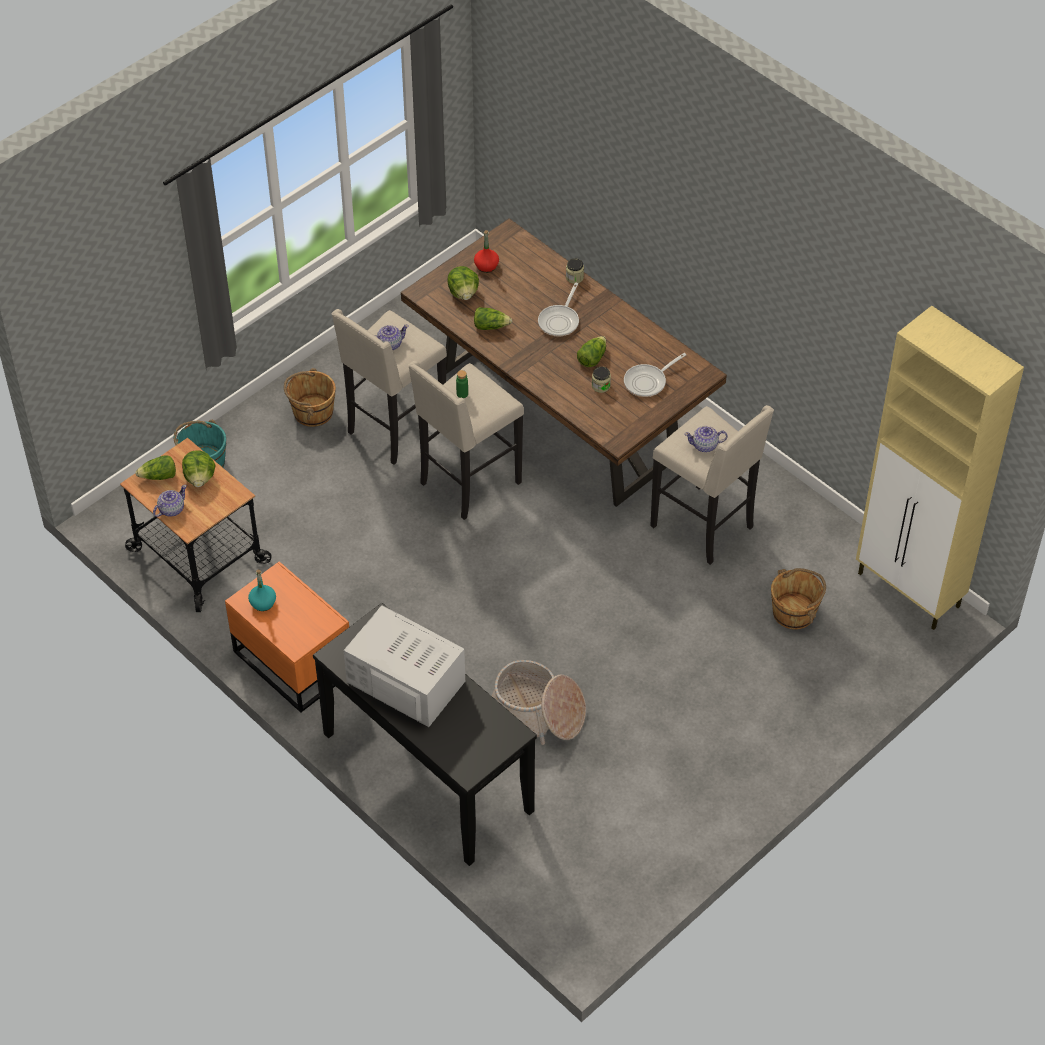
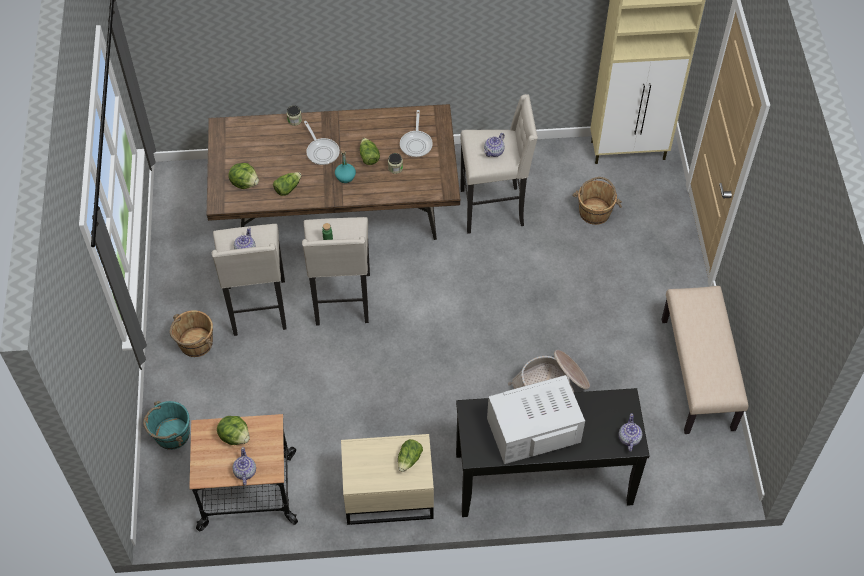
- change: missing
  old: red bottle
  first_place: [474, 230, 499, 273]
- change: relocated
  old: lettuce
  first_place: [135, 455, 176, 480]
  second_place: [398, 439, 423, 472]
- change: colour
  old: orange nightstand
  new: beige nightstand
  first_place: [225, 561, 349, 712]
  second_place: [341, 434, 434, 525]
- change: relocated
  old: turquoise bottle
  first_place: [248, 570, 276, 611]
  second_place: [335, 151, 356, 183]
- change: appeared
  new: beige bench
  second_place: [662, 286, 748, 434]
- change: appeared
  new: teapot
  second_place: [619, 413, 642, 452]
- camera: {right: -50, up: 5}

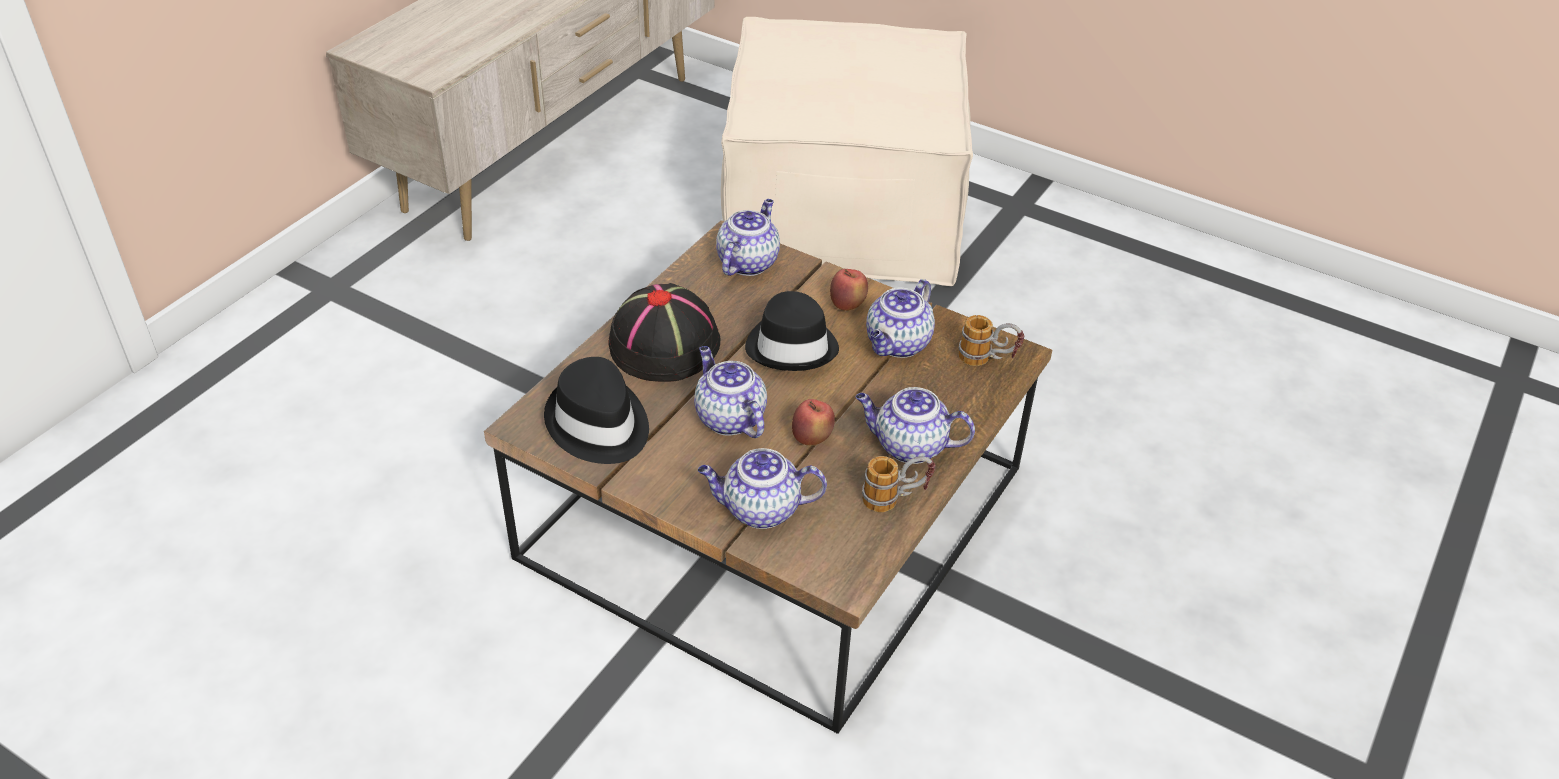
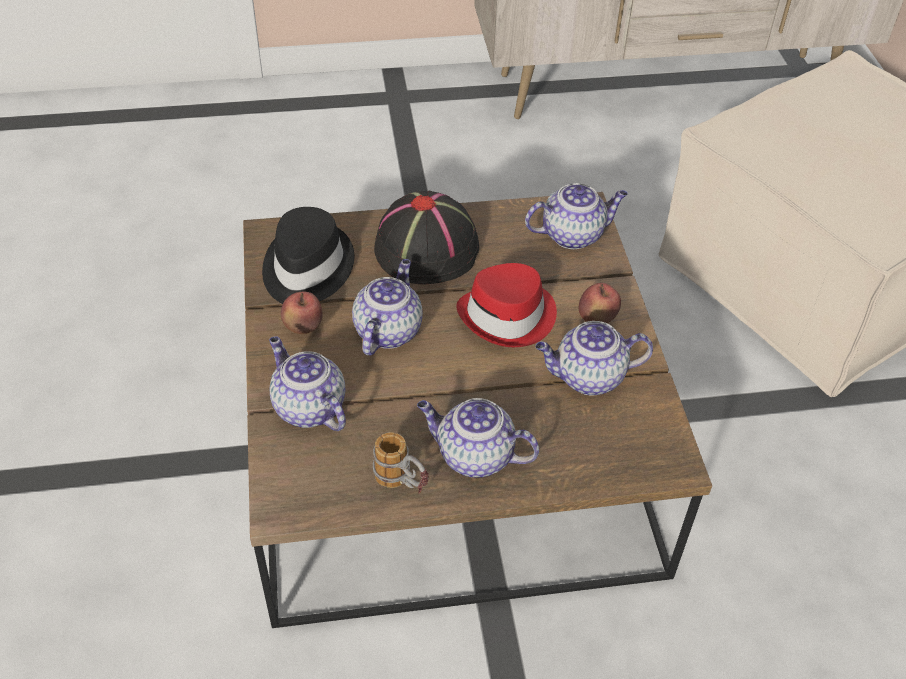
- change: colour
  old: black hat
  new: red hat
  first_place: [745, 291, 839, 371]
  second_place: [456, 263, 557, 347]
- change: missing
  old: mug
  first_place: [958, 315, 1024, 366]
- change: spun
  old: teapot
  first_place: [856, 387, 975, 464]
  second_place: [417, 398, 539, 477]
  degrees: -45
- change: relocated
  old: apple
  first_place: [792, 399, 835, 445]
  second_place: [281, 291, 323, 334]
- camera: {right: 50, up: 5}

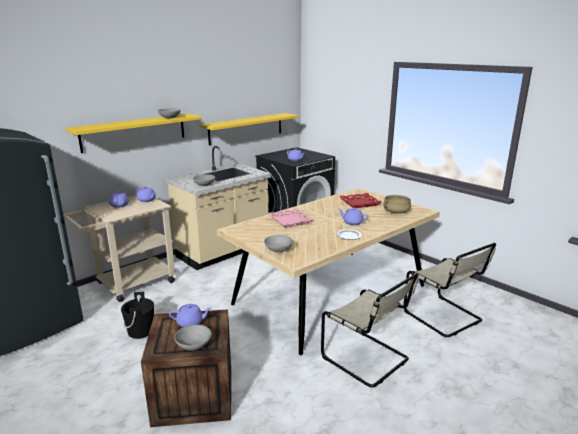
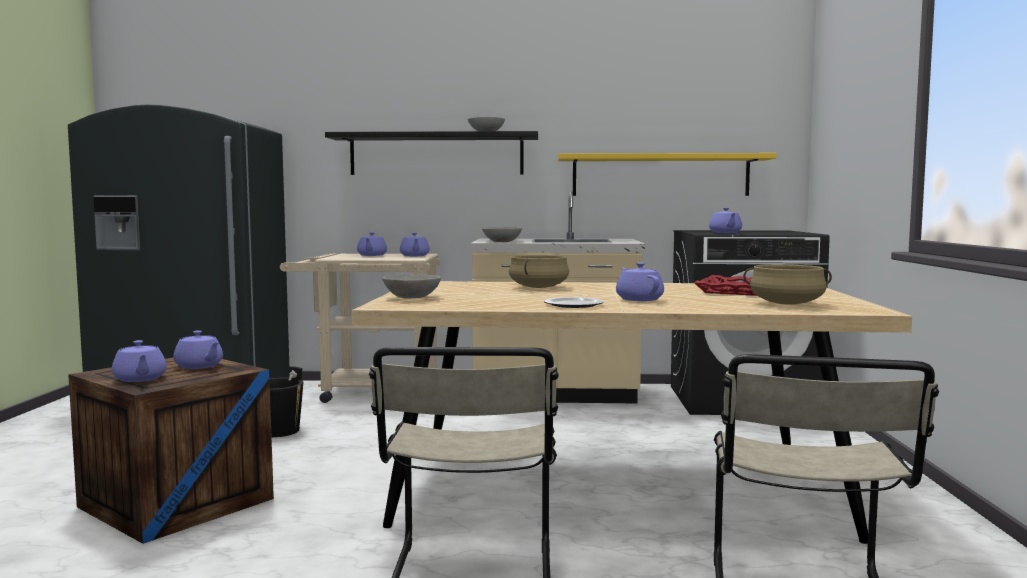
- change: colour
  old: yellow shelf
  new: black shelf
  first_place: [66, 114, 202, 153]
  second_place: [325, 131, 538, 175]
- change: exchanged
  old: pink tray
  new: beige cooking pot
  first_place: [268, 208, 314, 228]
  second_place: [509, 255, 569, 288]
- change: exchanged
  old: grey bowl
  new: purple teapot
  first_place: [174, 325, 212, 350]
  second_place: [112, 340, 167, 382]
- camera: {right: 45, up: -15}

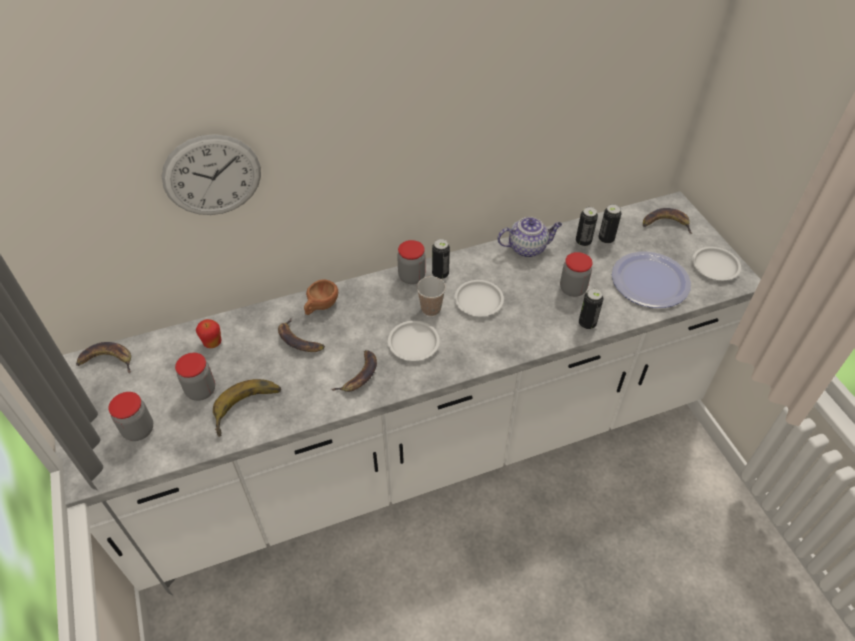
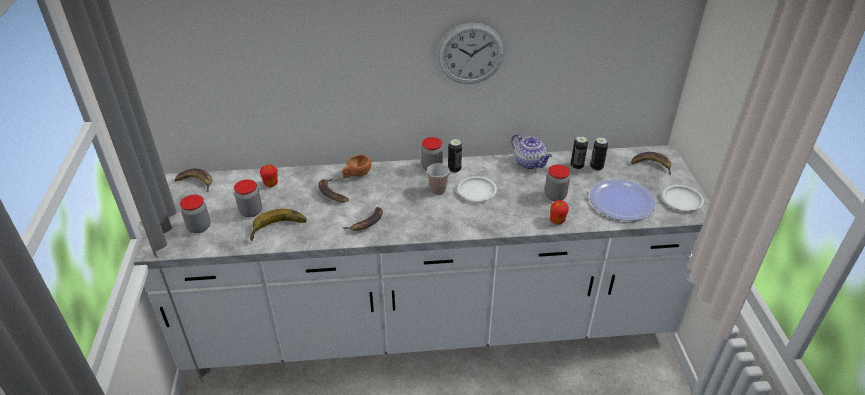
- change: relocated
  old: wall clock
  first_place: [161, 134, 261, 215]
  second_place: [438, 23, 504, 84]
- change: spun
  old: teapot
  first_place: [497, 217, 562, 257]
  second_place: [511, 134, 552, 169]
  degrees: 45
- change: exchanged
  old: can
  new: apple
  first_place: [579, 288, 604, 330]
  second_place: [550, 200, 569, 224]
- change: missing
  old: white plate
  first_place: [388, 321, 440, 361]
- camera: {right: 15, up: -10}

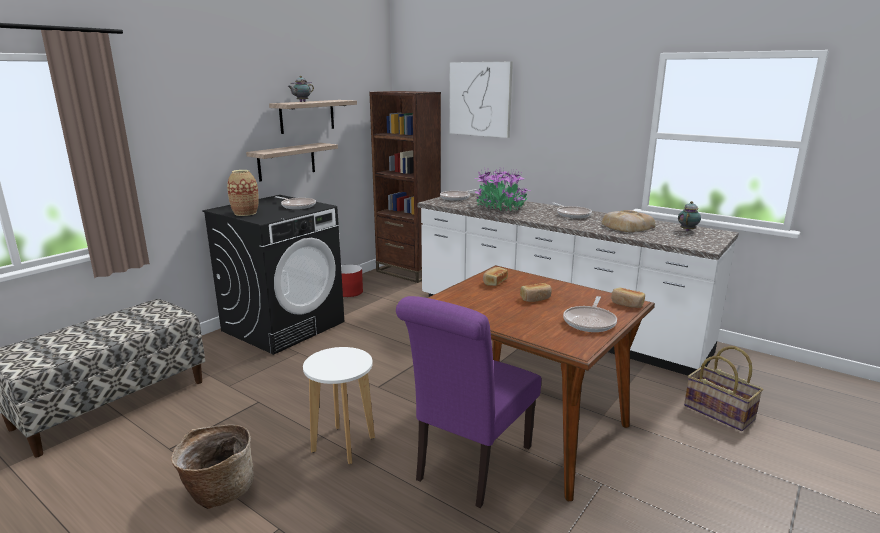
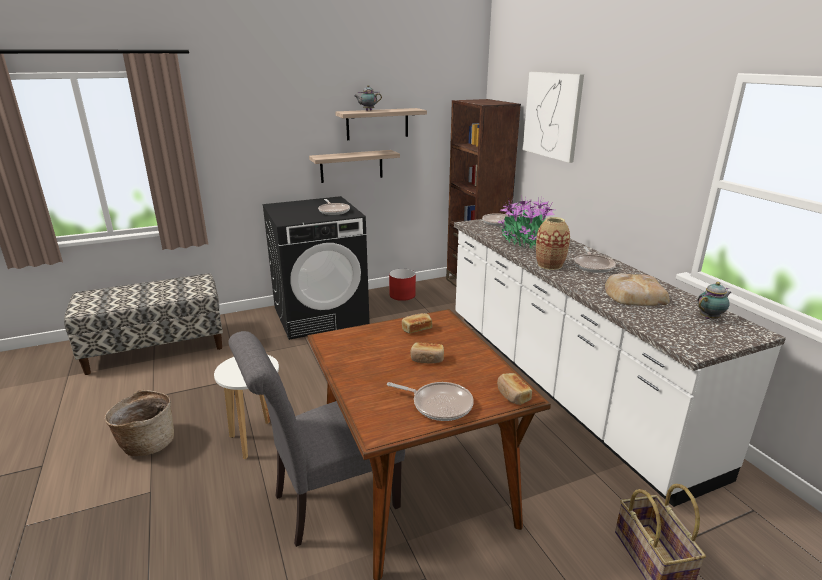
- change: relocated
  old: vase
  first_place: [227, 170, 259, 216]
  second_place: [536, 217, 570, 270]
- change: colour
  old: purple chair
  new: grey chair
  first_place: [396, 296, 541, 508]
  second_place: [228, 331, 405, 547]
- change: spun
  old: frying pan
  first_place: [563, 296, 617, 332]
  second_place: [387, 382, 474, 421]
  degrees: -120
- camera: {right: 30, up: 5}

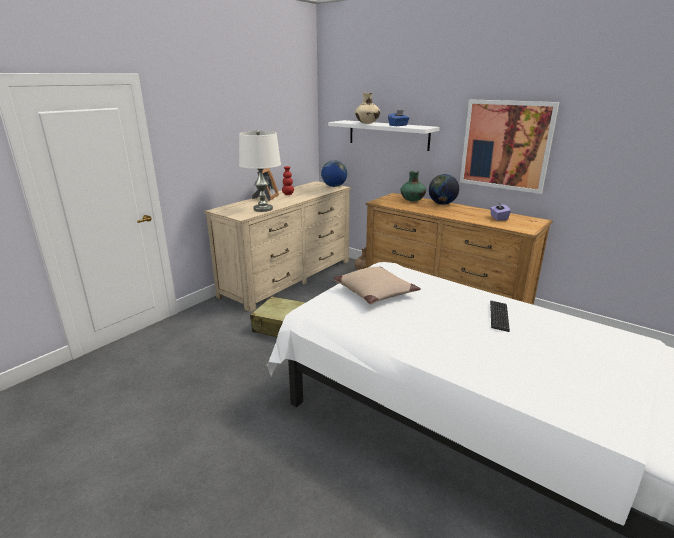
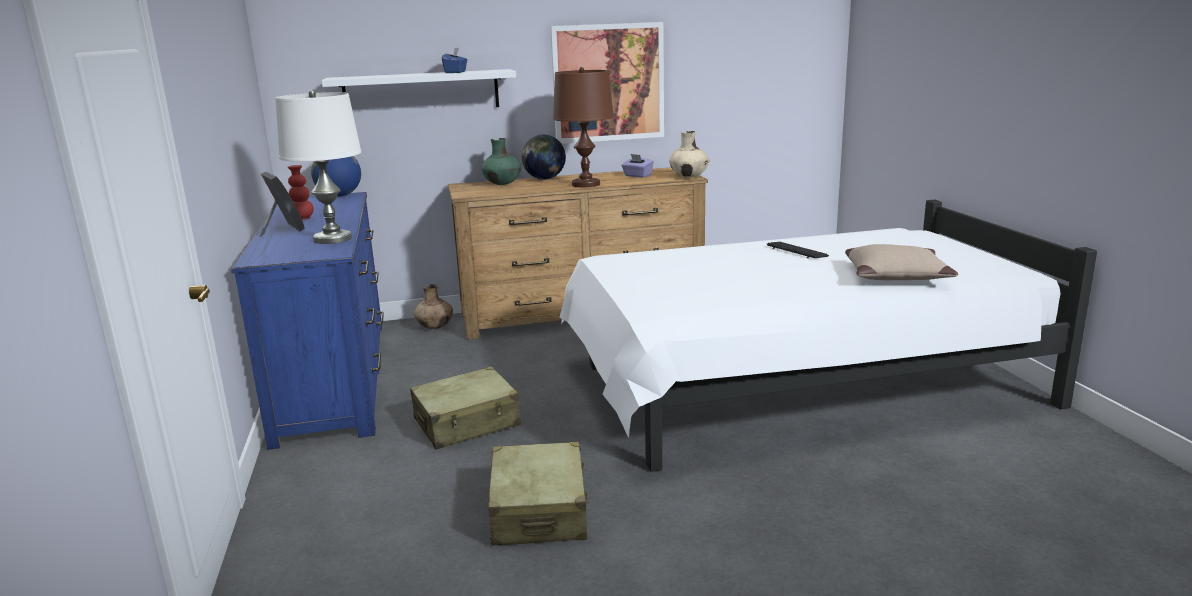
- change: relocated
  old: beige vase
  first_place: [355, 93, 380, 124]
  second_place: [669, 131, 709, 178]
- change: colour
  old: beige dresser
  new: blue dresser
  first_place: [204, 181, 351, 312]
  second_place: [231, 192, 384, 450]
- change: relocated
  old: beige pillow
  first_place: [333, 267, 421, 304]
  second_place: [845, 244, 958, 280]
- change: appeared
  new: brown table lamp
  second_place: [553, 67, 614, 187]
- change: appeared
  new: beige suitcase
  second_place: [488, 442, 590, 546]
- camera: {right: -50, up: -5}

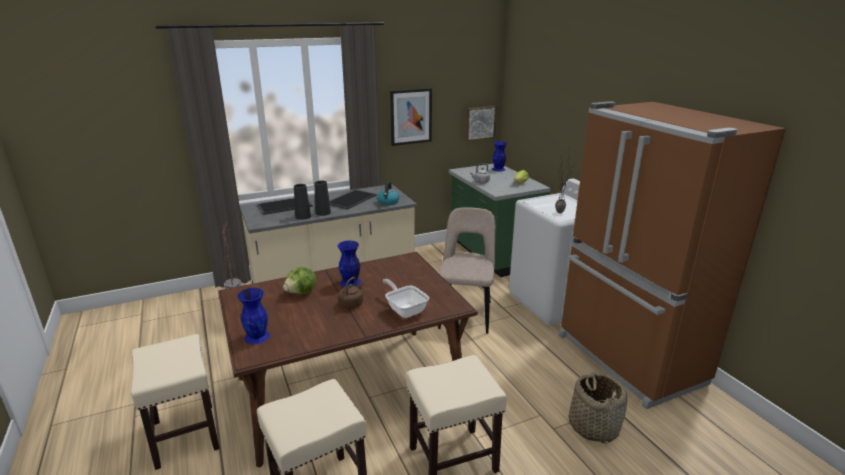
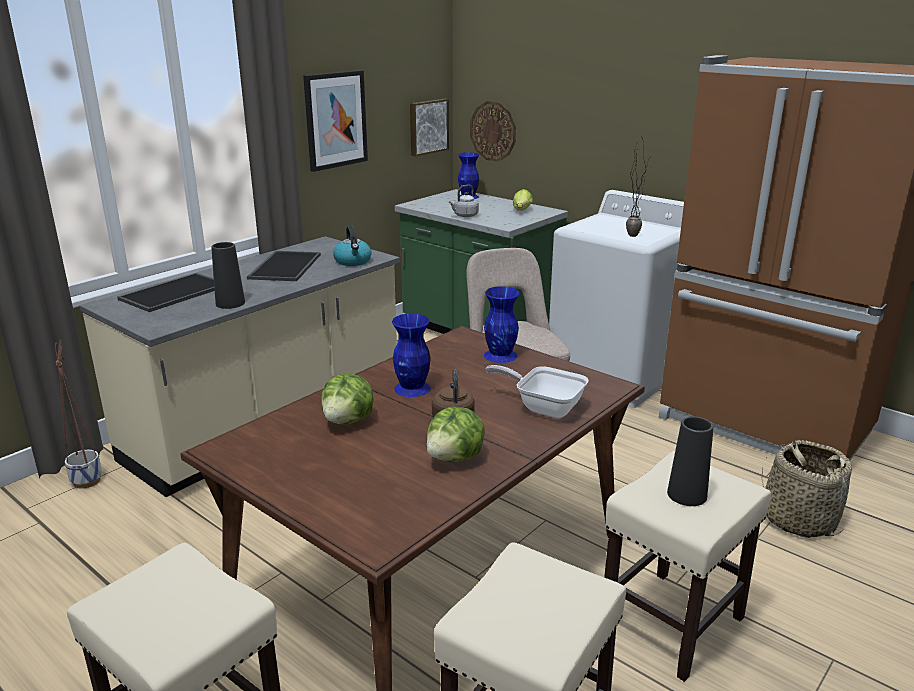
- change: relocated
  old: black vase
  first_place: [315, 181, 331, 216]
  second_place: [667, 417, 713, 506]
- change: relocated
  old: blue vase
  first_place: [237, 288, 270, 344]
  second_place: [484, 286, 519, 363]
- change: appeared
  new: wall clock
  second_place: [470, 101, 516, 162]
- change: appeared
  new: lettuce
  second_place: [426, 407, 485, 462]
- camera: {right: -25, up: 0}

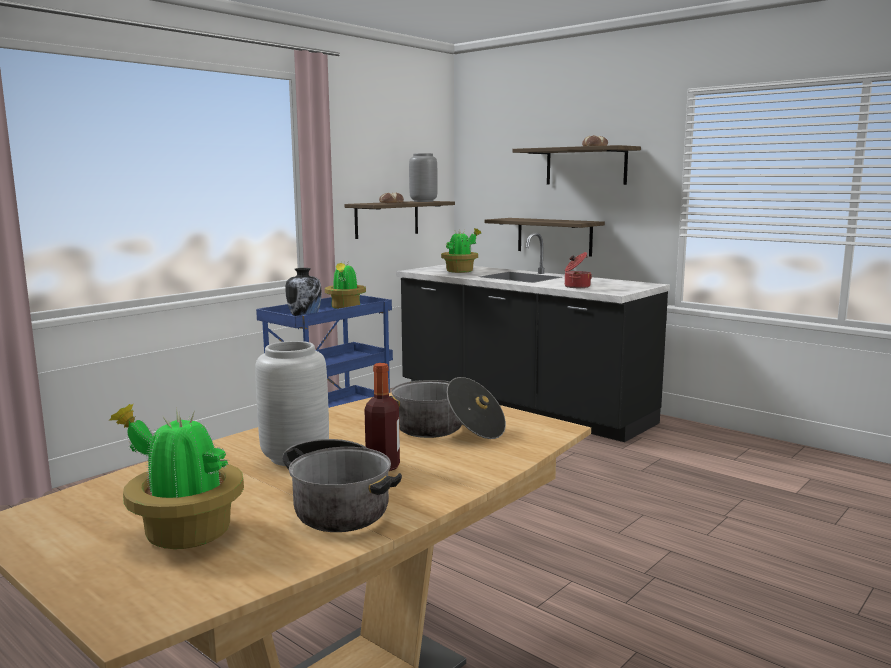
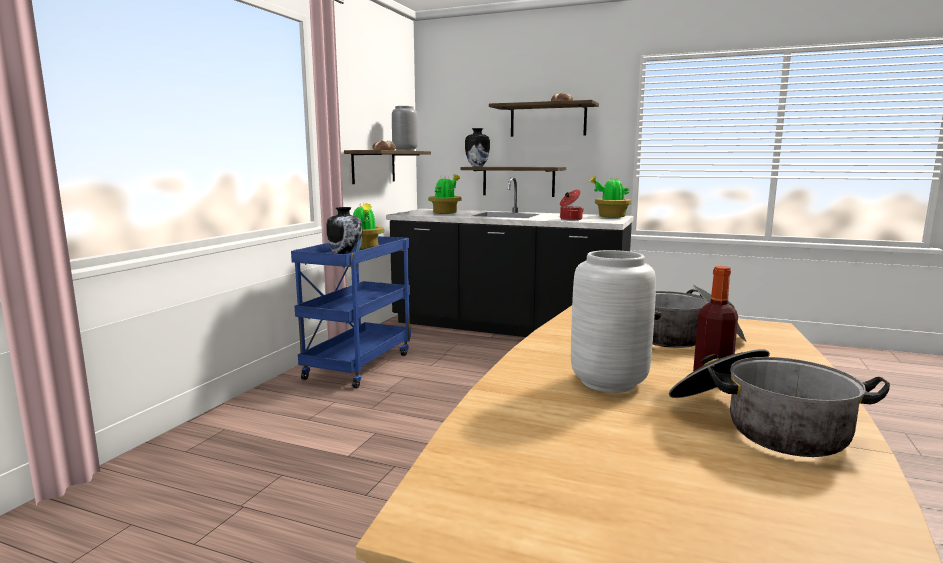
- change: relocated
  old: potted plant
  first_place: [110, 404, 244, 549]
  second_place: [589, 176, 631, 218]
- change: appeared
  new: vase
  second_place: [465, 128, 490, 167]
- camera: {right: -20, up: 0}

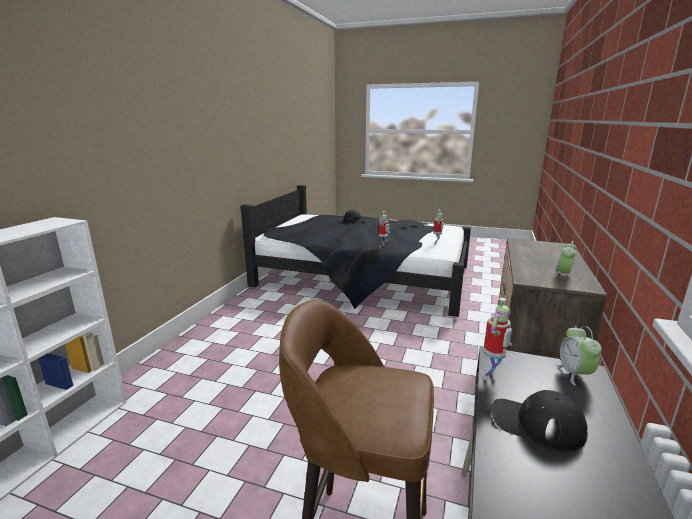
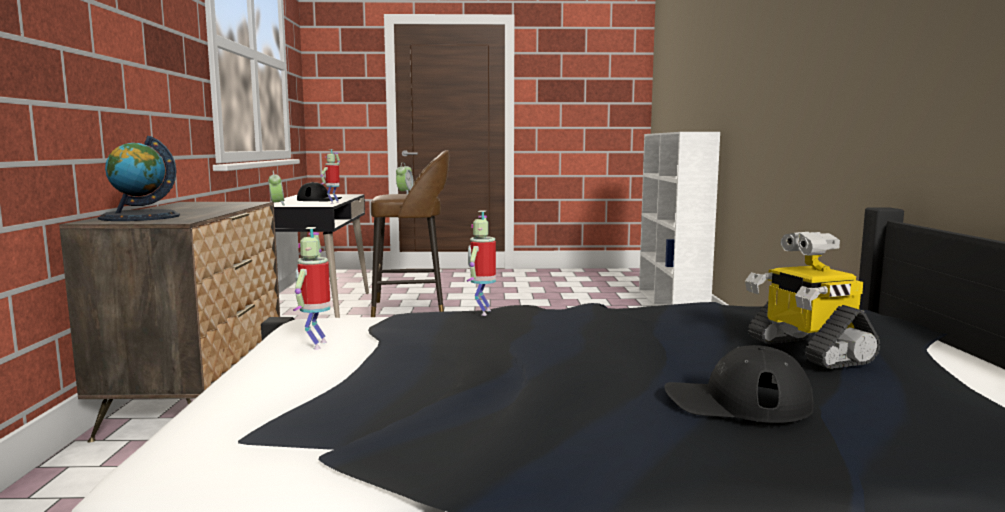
- change: relocated
  old: alarm clock
  first_place: [555, 241, 577, 277]
  second_place: [396, 162, 414, 194]
- change: appeared
  new: globe
  second_place: [98, 136, 180, 221]
- change: appeared
  new: toy robot
  second_place: [745, 232, 880, 369]
- camera: {right: 160, up: -10}

